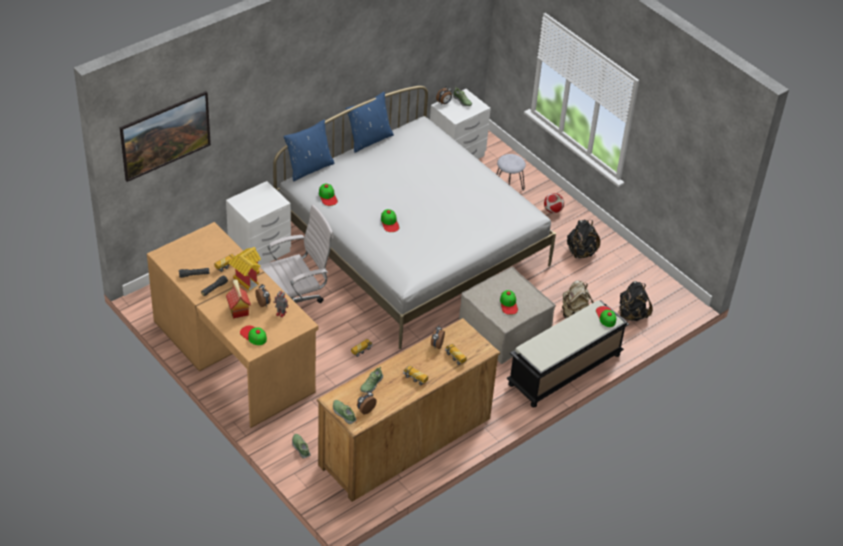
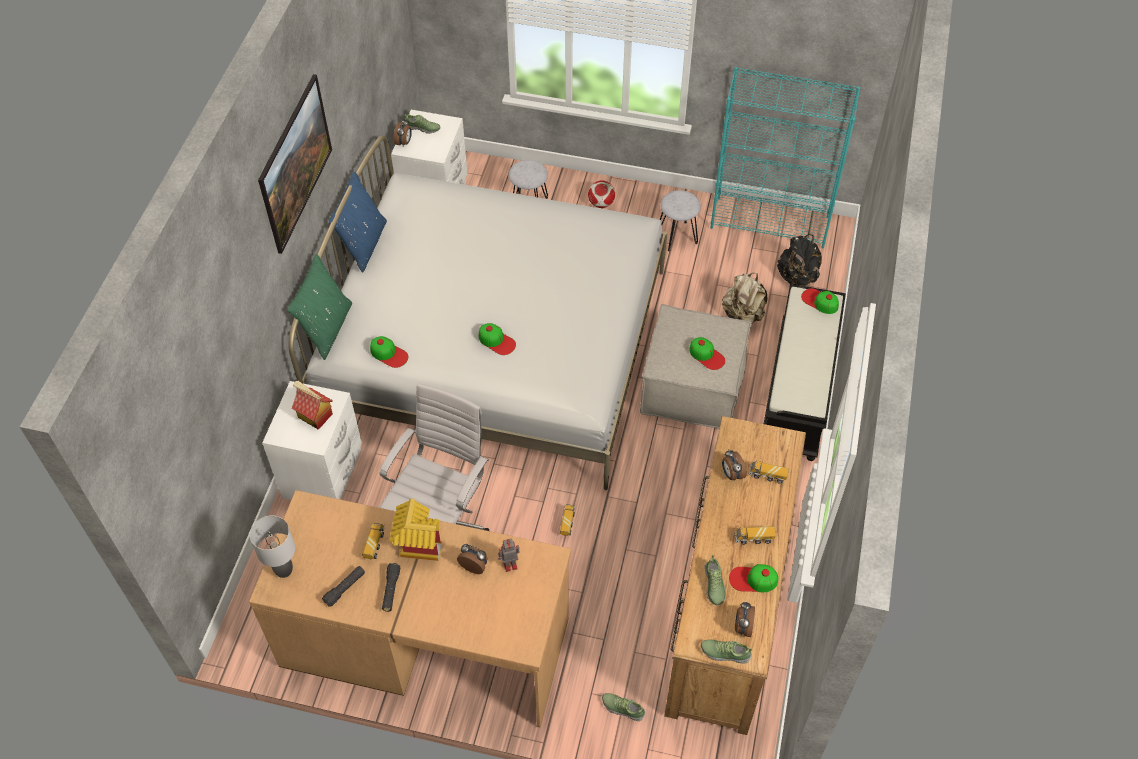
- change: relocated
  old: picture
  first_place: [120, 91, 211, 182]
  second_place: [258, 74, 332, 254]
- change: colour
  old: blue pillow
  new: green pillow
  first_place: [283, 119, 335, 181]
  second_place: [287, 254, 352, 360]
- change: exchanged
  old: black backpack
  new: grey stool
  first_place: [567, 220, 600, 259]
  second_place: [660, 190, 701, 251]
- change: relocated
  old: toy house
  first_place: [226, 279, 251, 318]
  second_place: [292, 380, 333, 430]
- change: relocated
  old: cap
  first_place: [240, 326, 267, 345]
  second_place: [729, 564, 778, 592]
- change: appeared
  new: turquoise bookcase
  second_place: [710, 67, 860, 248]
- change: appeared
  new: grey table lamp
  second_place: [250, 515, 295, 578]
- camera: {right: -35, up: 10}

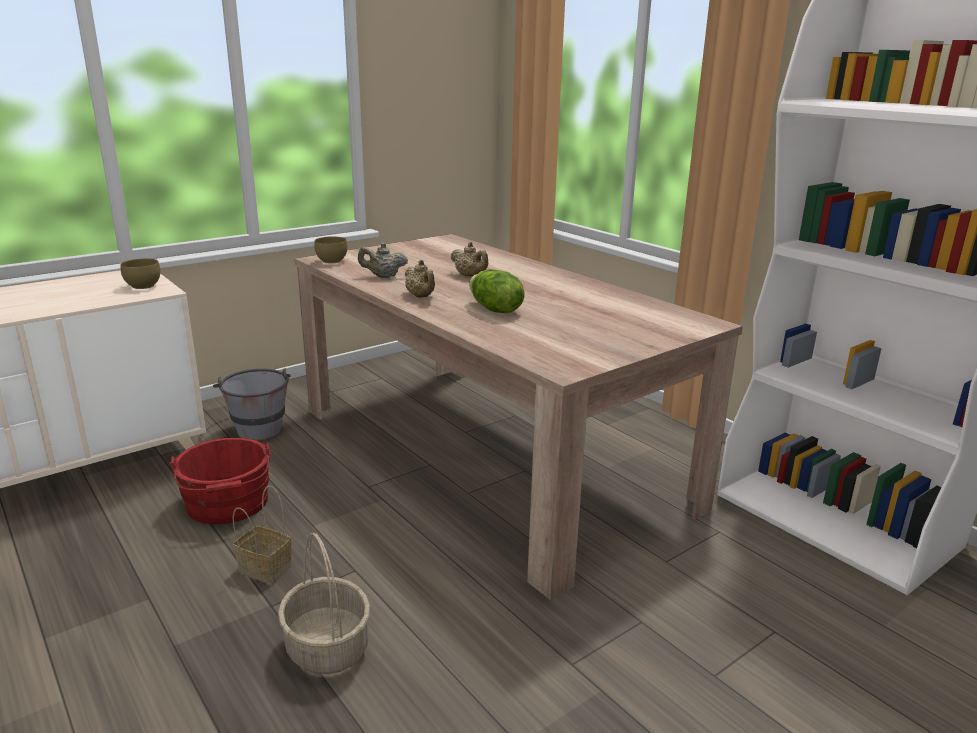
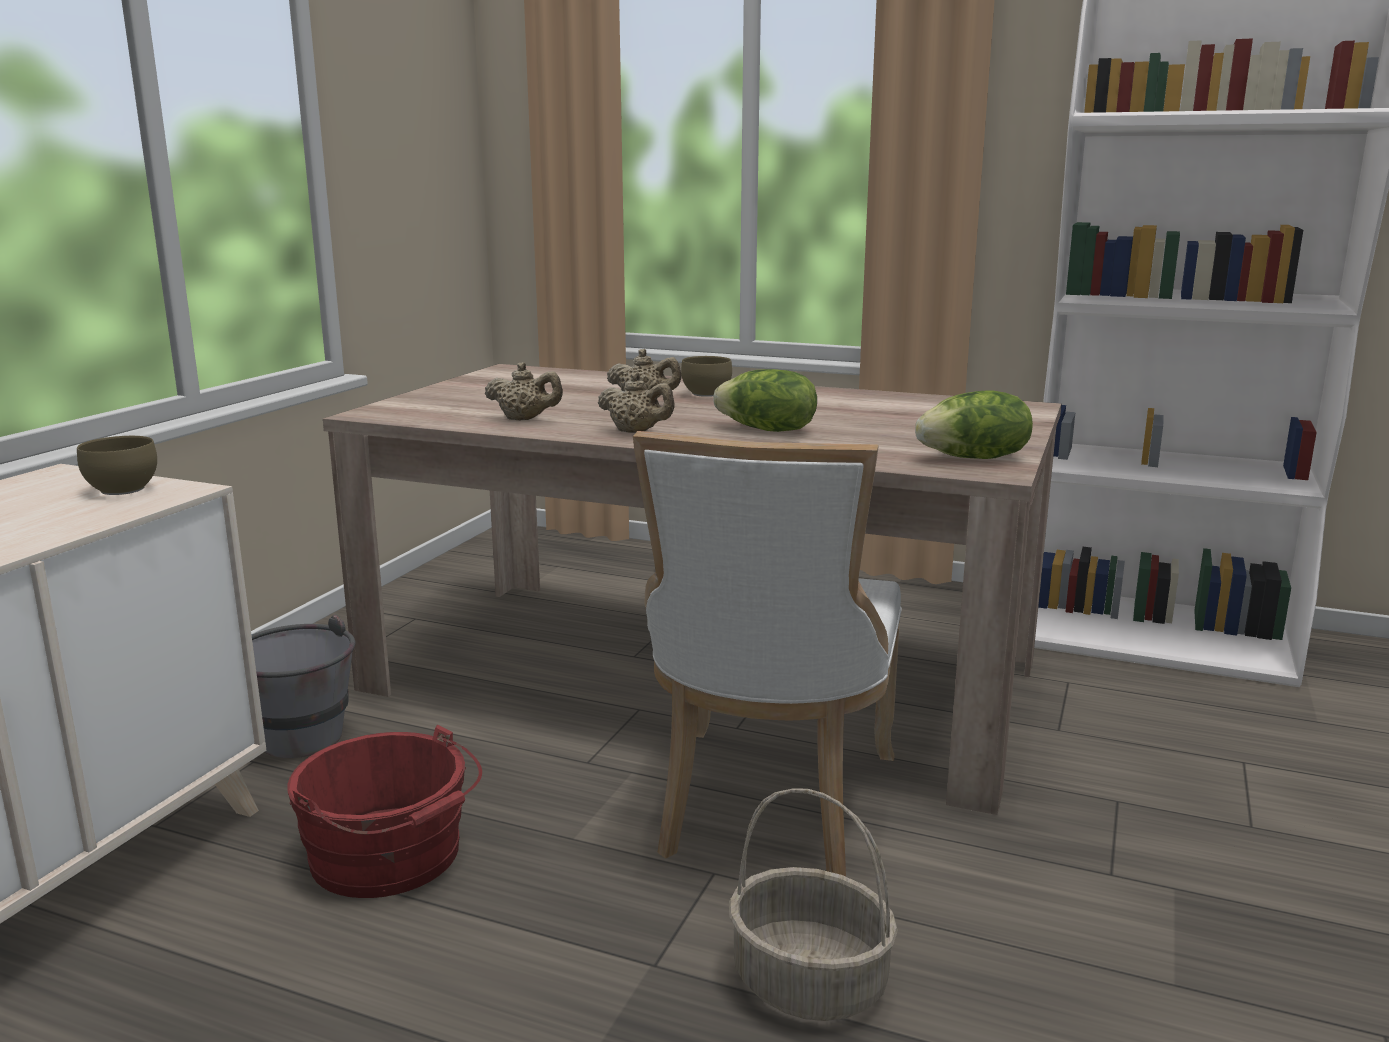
- change: relocated
  old: brown bowl
  first_place: [314, 236, 347, 264]
  second_place: [681, 356, 732, 397]
- change: spun
  old: beige teapot
  first_place: [358, 243, 408, 278]
  second_place: [485, 362, 563, 420]
  degrees: -135
- change: missing
  old: basket
  first_place: [232, 486, 292, 584]
- change: appeared
  new: lettuce
  second_place: [915, 390, 1033, 459]
- change: appeared
  new: white chair
  second_place: [633, 431, 902, 877]
- camera: {right: -30, up: -5}

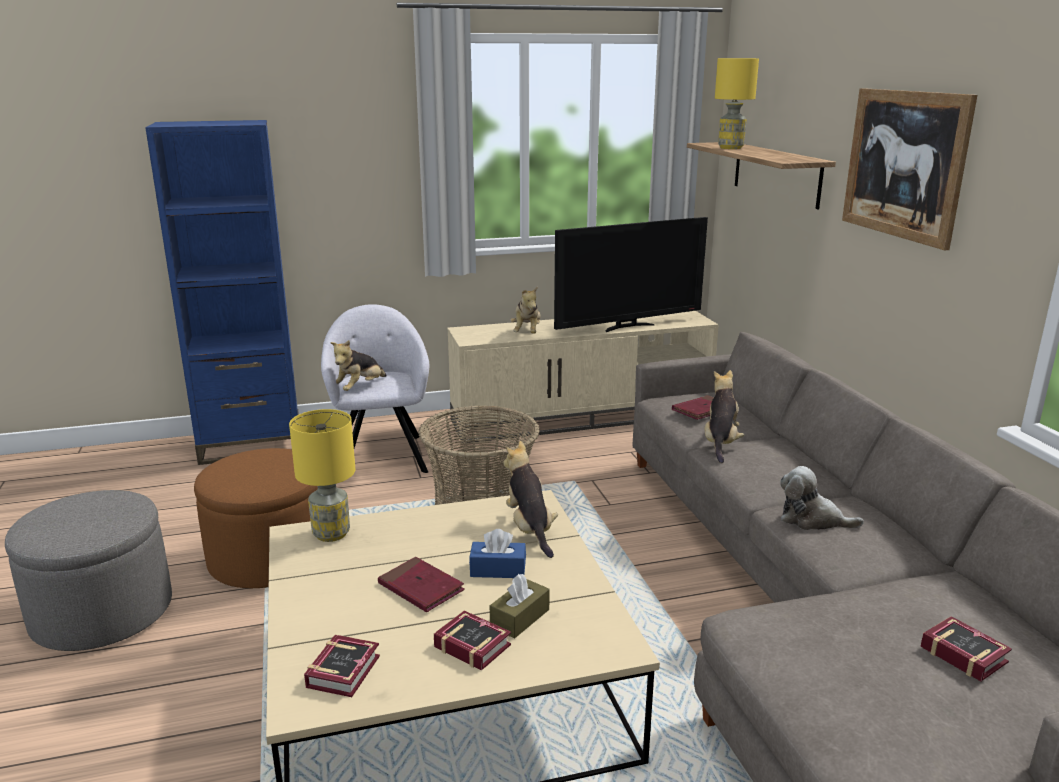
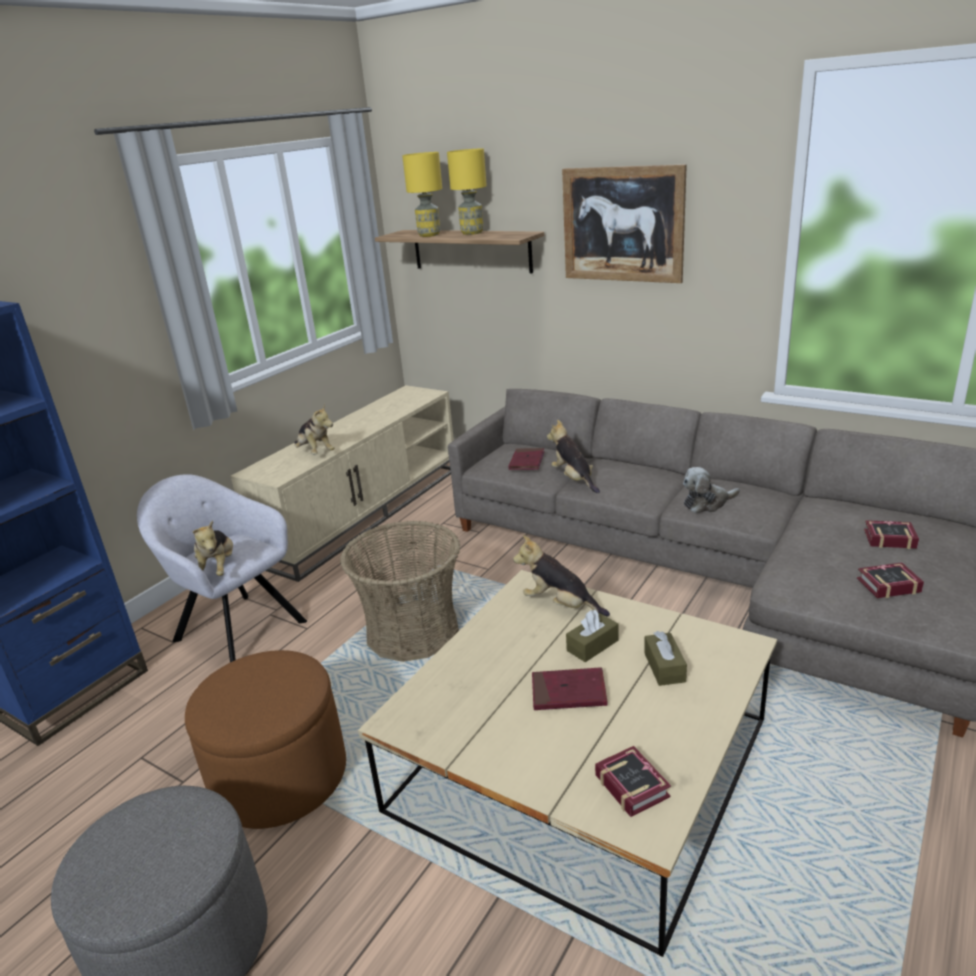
- change: missing
  old: television
  first_place: [554, 217, 708, 332]
- change: relocated
  old: yellow table lamp
  first_place: [289, 409, 355, 542]
  second_place: [447, 148, 487, 235]
- change: colour
  old: blue tissue box
  new: brown tissue box
  first_place: [469, 529, 526, 578]
  second_place: [566, 610, 619, 662]
- change: relocated
  old: book
  first_place: [434, 611, 511, 670]
  second_place: [857, 563, 924, 598]
- camera: {right: -40, up: 5}

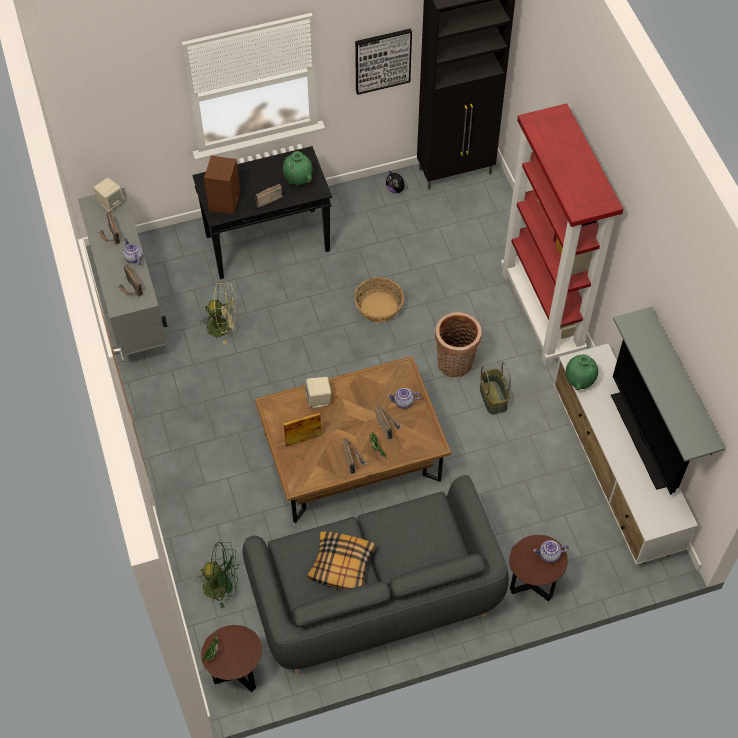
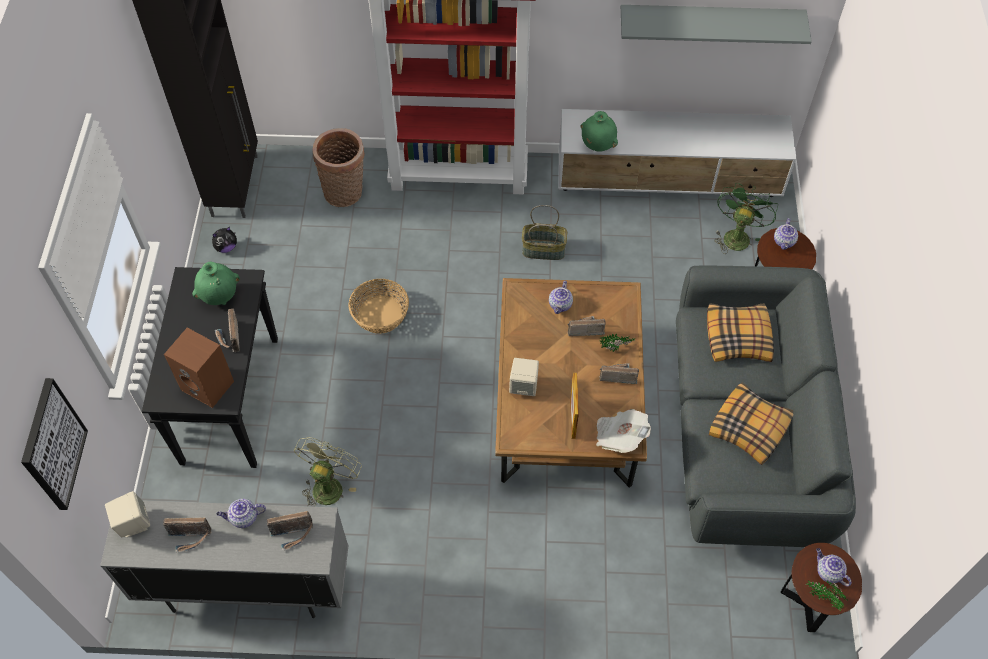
- change: relocated
  old: picture
  first_place: [355, 28, 412, 95]
  second_place: [21, 378, 88, 510]
- change: relocated
  old: basket
  first_place: [435, 312, 482, 378]
  second_place: [312, 128, 365, 207]
- change: missing
  old: television
  first_place: [611, 340, 690, 495]
- change: relocated
  old: green fan
  first_place: [196, 542, 238, 609]
  second_place: [714, 183, 778, 254]
- change: appeared
  new: pillow
  second_place: [707, 303, 774, 362]
- change: appeared
  new: newspaper
  second_place: [596, 409, 651, 453]
- change: appeared
  new: teapot
  second_place: [816, 548, 851, 586]
- camera: {right: -70, up: 0}

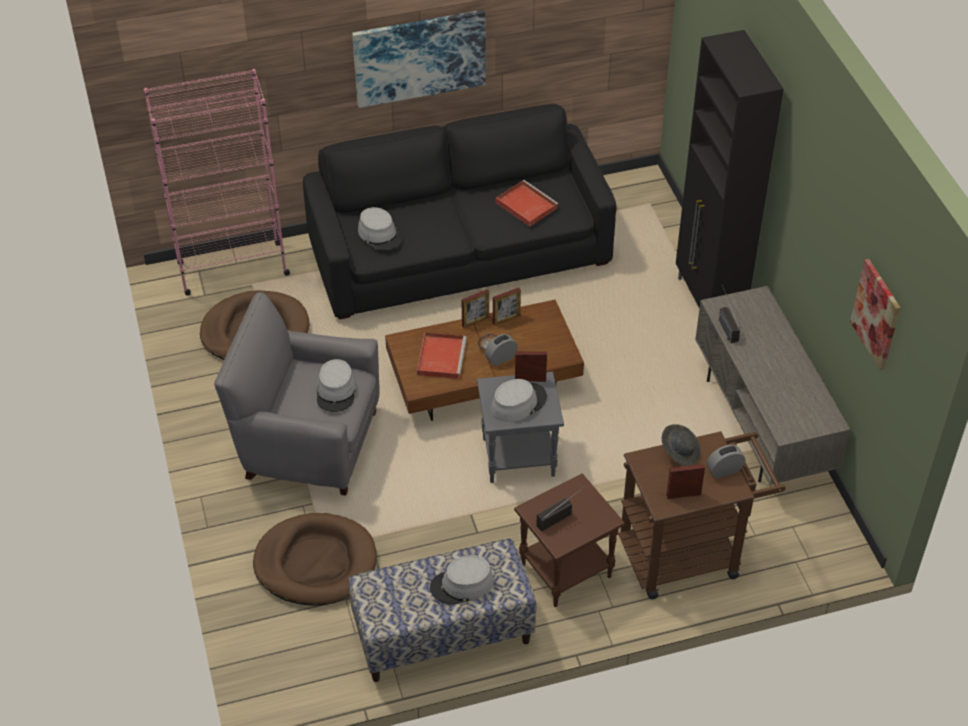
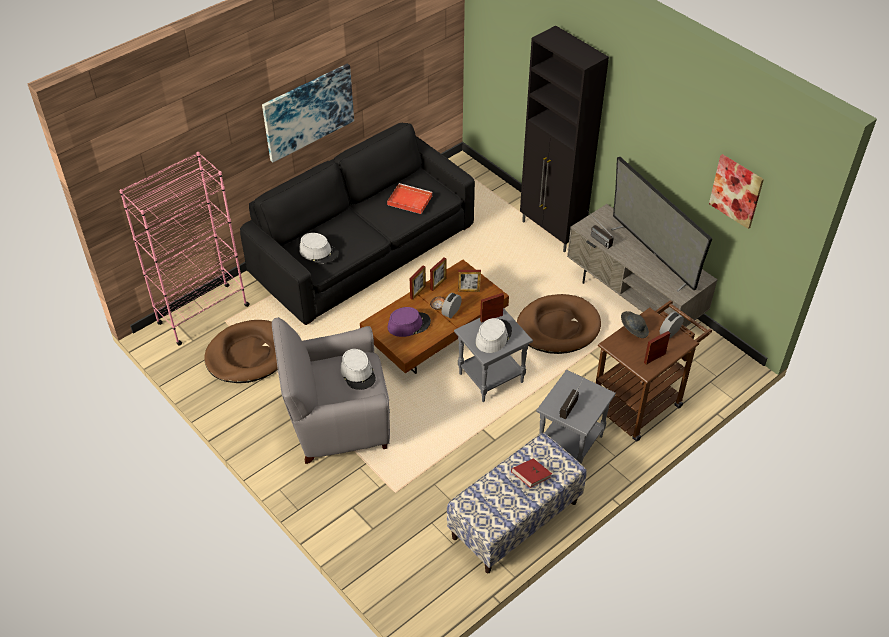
- change: exchanged
  old: red tray
  new: purple hat
  first_place: [417, 332, 467, 379]
  second_place: [388, 307, 431, 337]
- change: colour
  old: brown side table
  new: grey side table
  first_place: [514, 474, 625, 607]
  second_place: [536, 370, 616, 464]
- change: relocated
  old: brown dog bed
  first_place: [253, 513, 377, 606]
  second_place: [517, 294, 601, 354]
- change: exchanged
  old: grey hat
  new: red book
  first_place: [430, 555, 494, 605]
  second_place: [511, 458, 552, 488]
- change: appeared
  new: television
  second_place: [611, 157, 712, 292]
- change: appeared
  new: picture frame
  second_place: [458, 270, 481, 292]
- camera: {right: -25, up: 0}

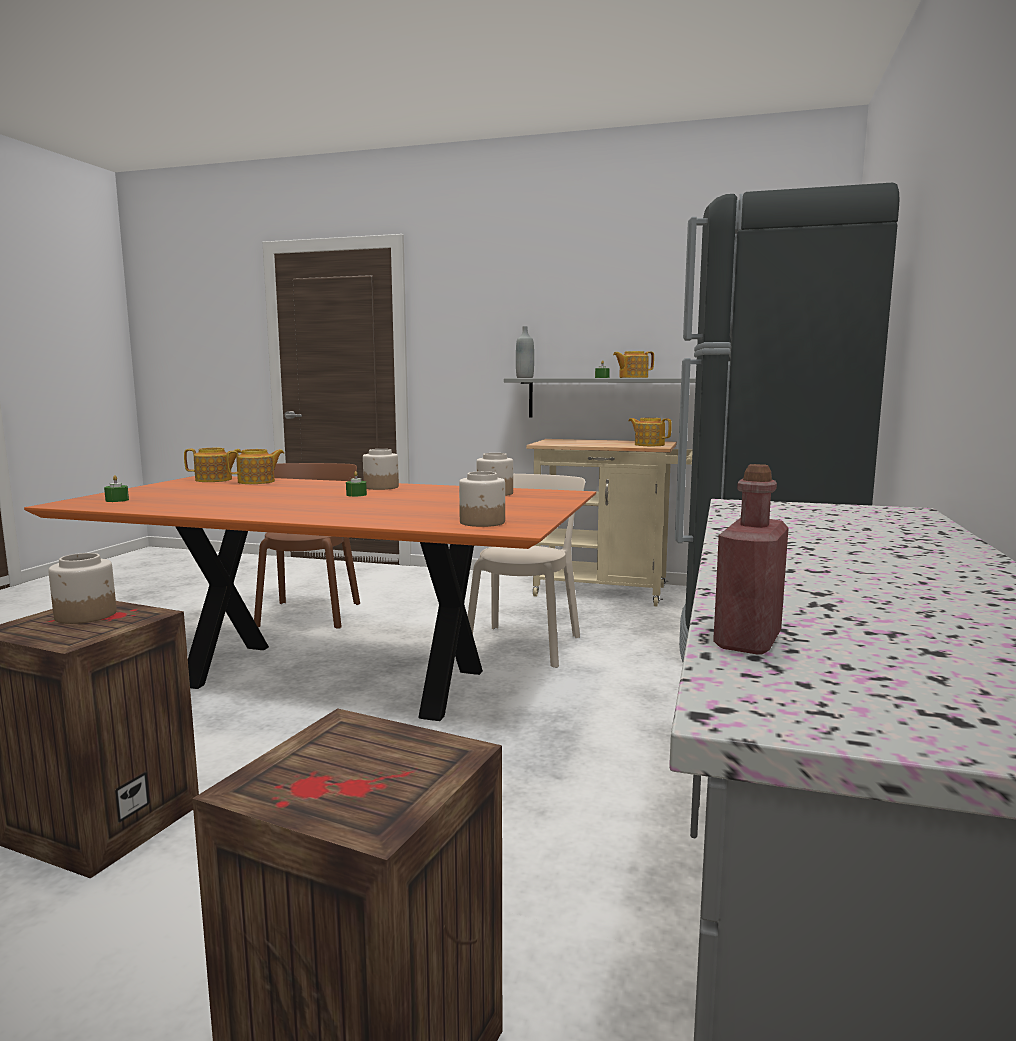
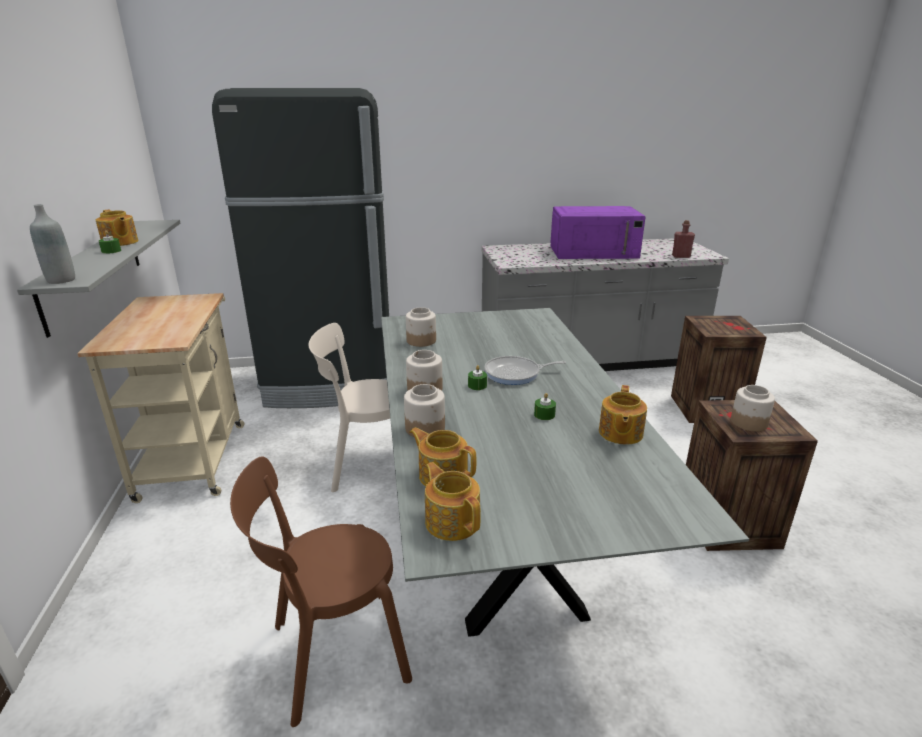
- change: relocated
  old: teapot
  first_place: [628, 418, 672, 446]
  second_place: [599, 385, 647, 445]
- change: relocated
  old: jar
  first_place: [459, 471, 505, 527]
  second_place: [404, 384, 445, 437]
- change: relocated
  old: green candle
  first_place: [104, 475, 129, 502]
  second_place: [534, 393, 556, 420]
- change: colour
  old: orange dining table
  new: grey dining table
  first_place: [24, 476, 596, 721]
  second_place: [381, 308, 749, 637]
- change: appeared
  new: purple microwave
  second_place: [550, 206, 646, 259]
- change: appeared
  new: frying pan
  second_place: [484, 356, 566, 385]
- camera: {right: -115, up: 15}

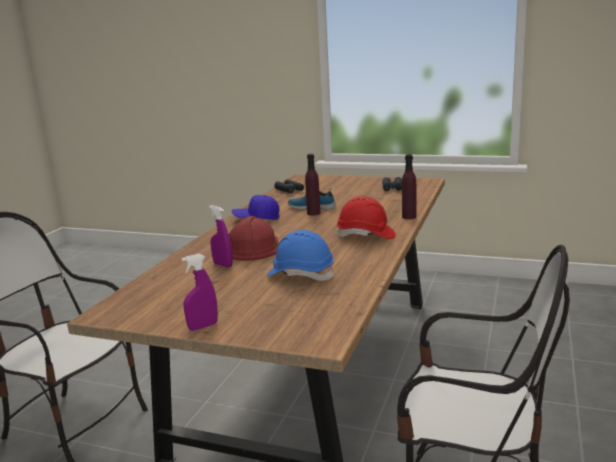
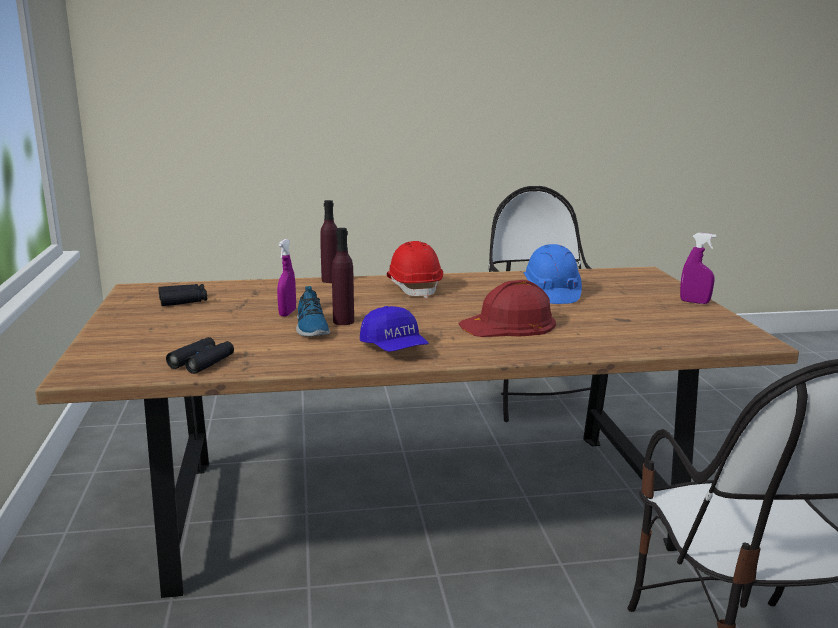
- change: relocated
  old: purple spray bottle
  first_place: [209, 205, 233, 268]
  second_place: [277, 239, 296, 317]
- camera: {right: -120, up: 0}

